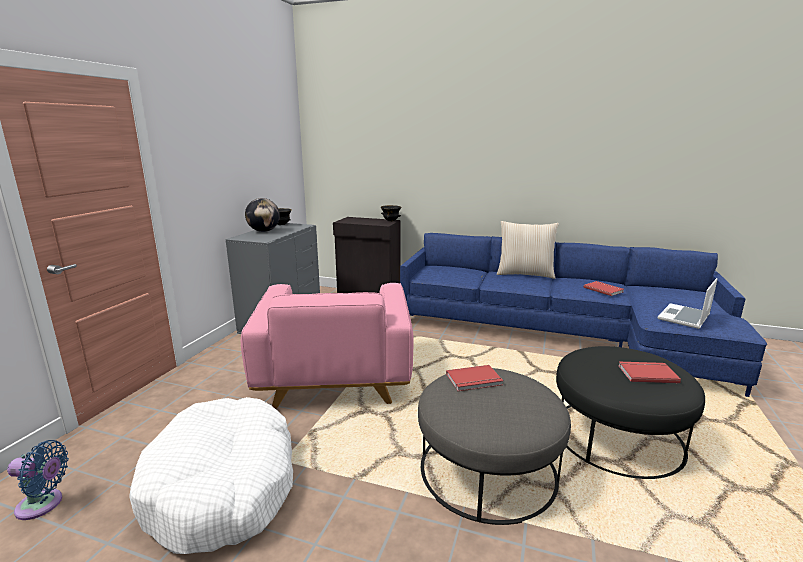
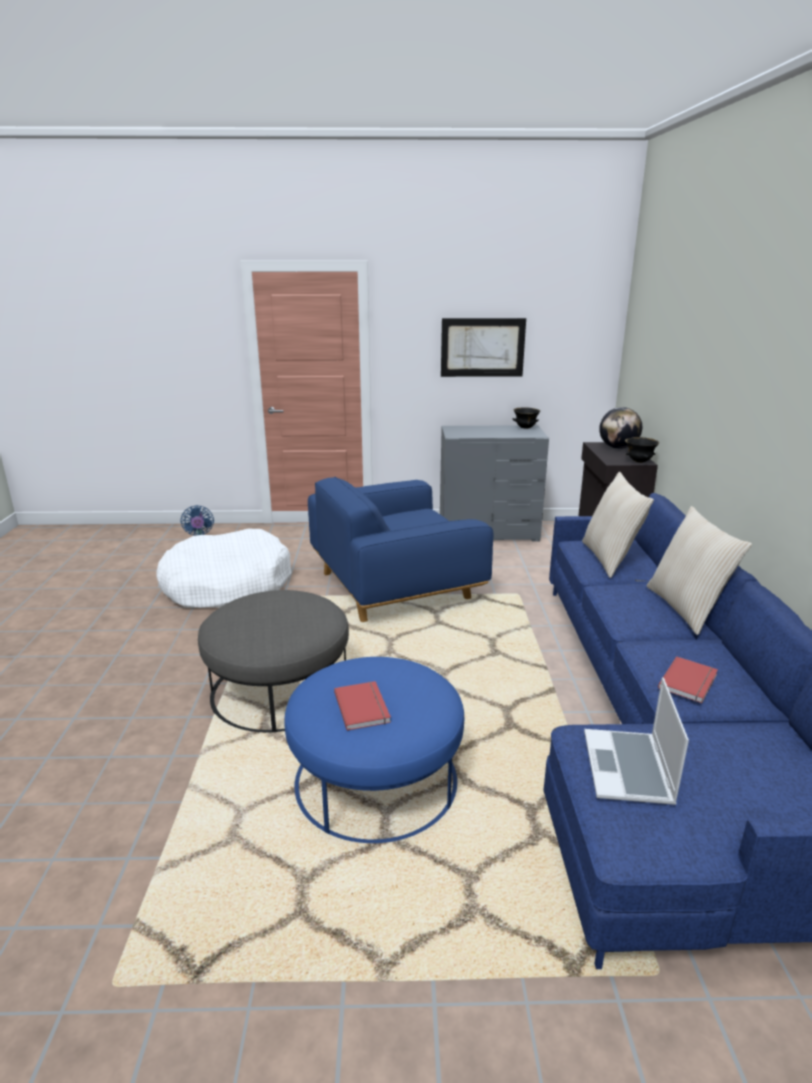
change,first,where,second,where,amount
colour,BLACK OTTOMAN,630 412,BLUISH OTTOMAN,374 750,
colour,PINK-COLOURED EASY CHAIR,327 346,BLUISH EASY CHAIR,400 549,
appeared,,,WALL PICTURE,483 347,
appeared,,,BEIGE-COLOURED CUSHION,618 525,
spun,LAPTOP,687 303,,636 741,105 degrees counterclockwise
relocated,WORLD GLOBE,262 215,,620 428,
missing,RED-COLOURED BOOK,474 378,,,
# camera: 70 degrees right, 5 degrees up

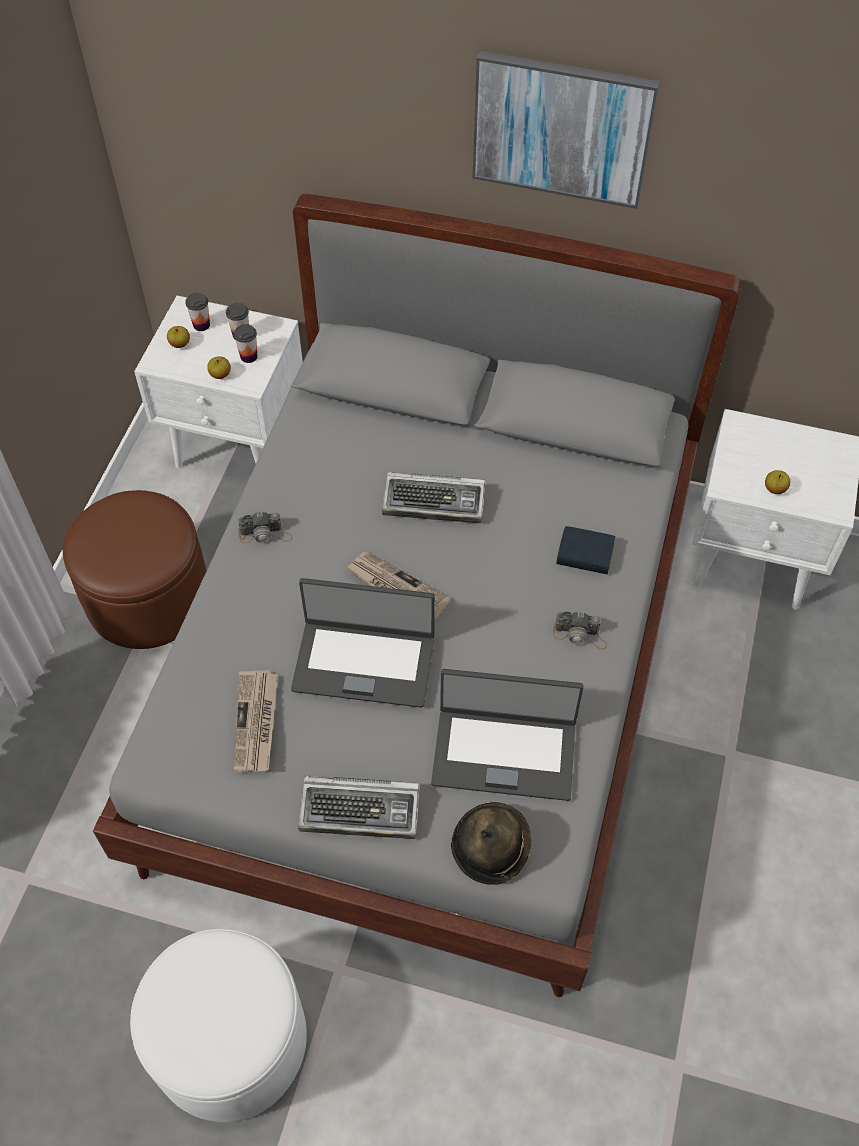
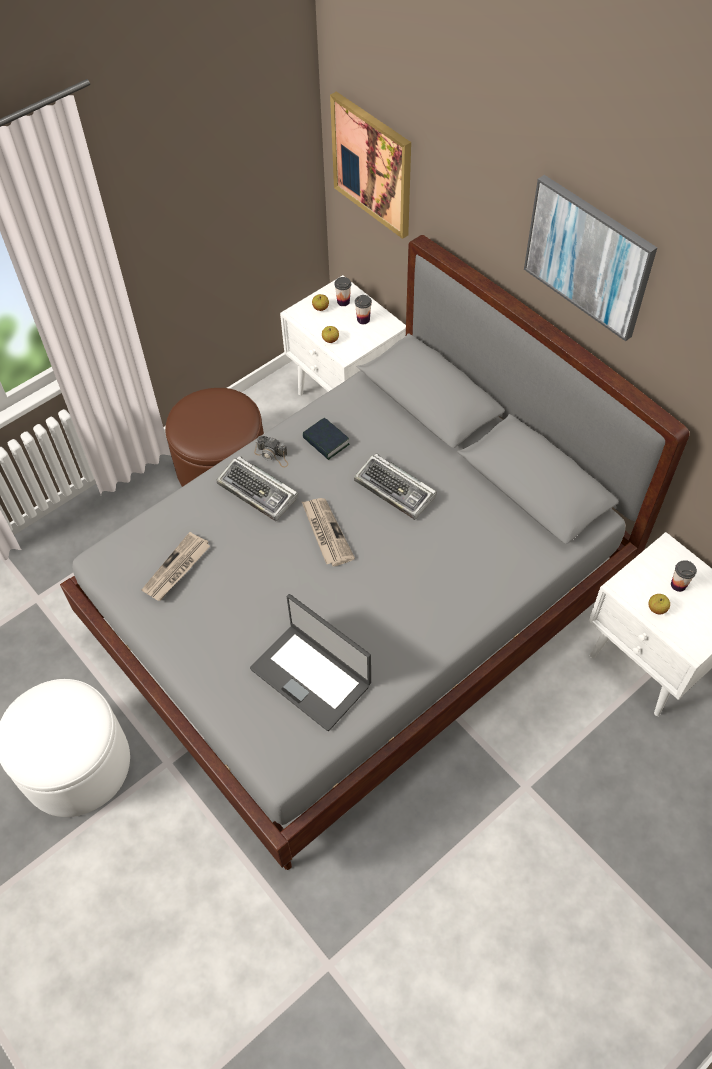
change,first,where,second,where,amount
relocated,KEYBOARD,359 807,,257 488,
relocated,BOOK,585 550,,325 439,
appeared,,,WALL PICTURE,370 165,
relocated,SMALL CUP,245 343,,684 576,
missing,LAPTOP,363 643,,,
missing,HAT,491 843,,,
missing,PHOTO CAMERA,580 631,,,
# camera: 35 degrees right, 0 degrees up

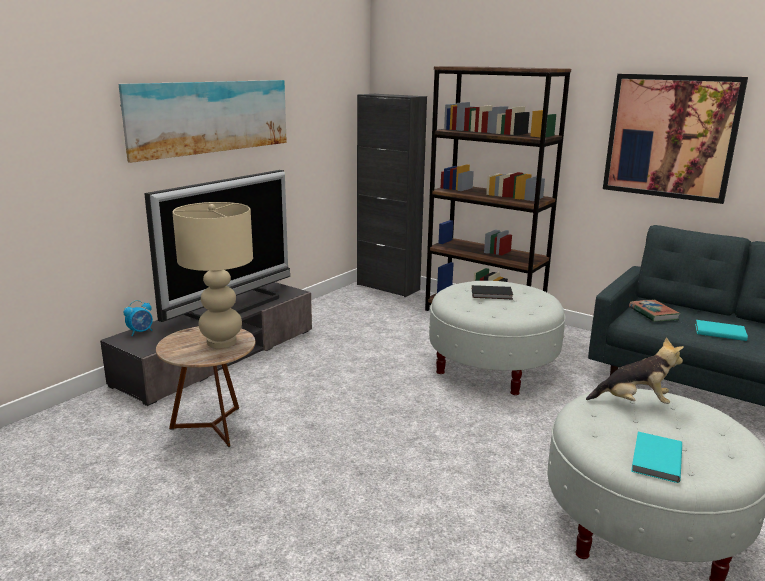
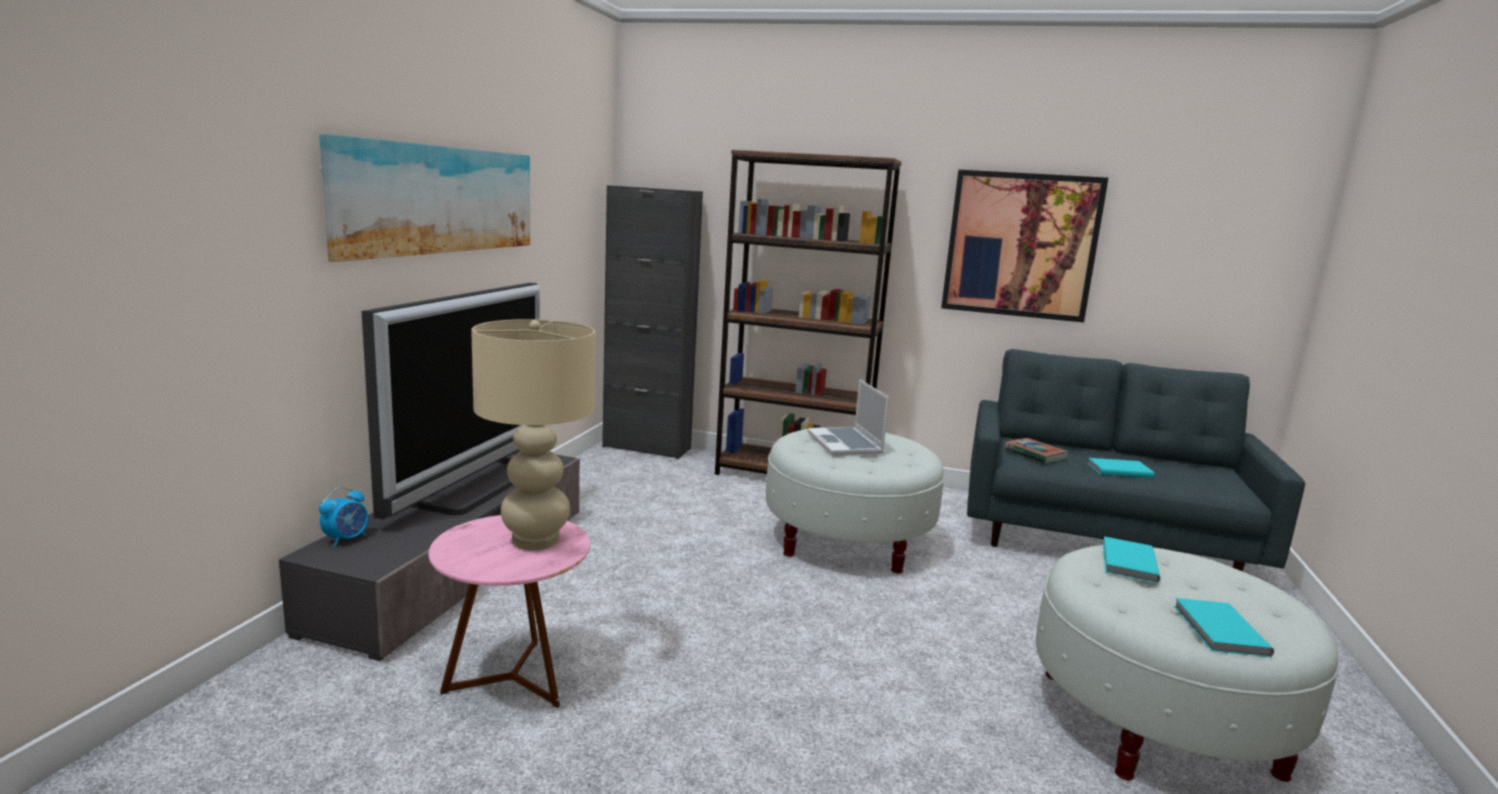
change,first,where,second,where,amount
colour,BROWN SIDE TABLE,205 386,PINK-COLOURED SIDE TABLE,509 611,
exchanged,BLACK BOOK,492 292,LAPTOP,848 417,
exchanged,SOFT TOY,635 370,BLUE-GREEN BOOK,1131 559,
# camera: 20 degrees left, 5 degrees down

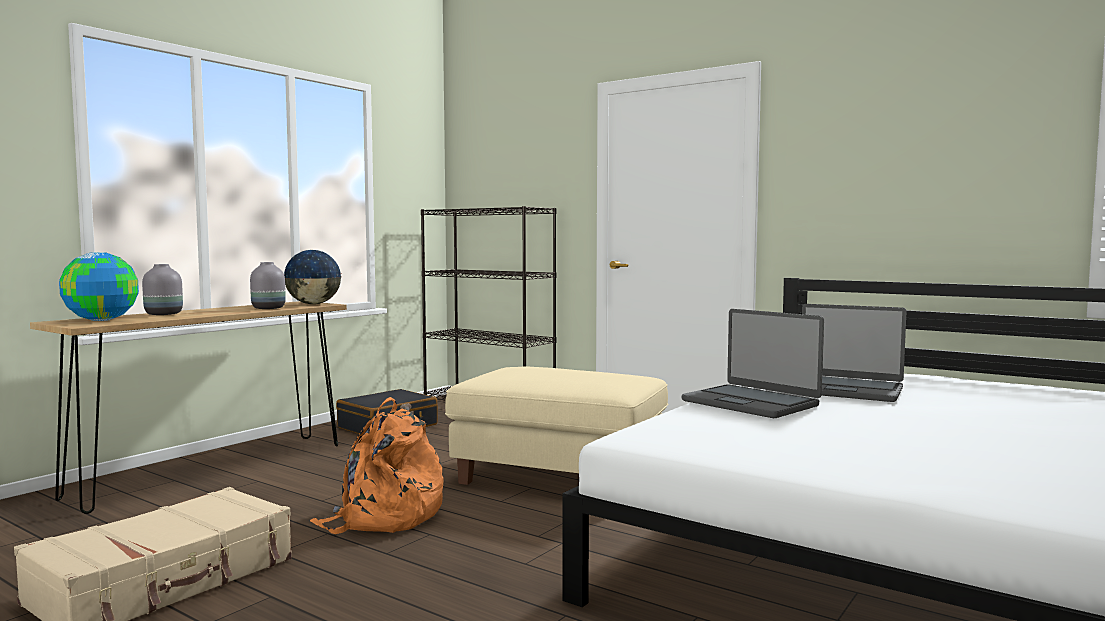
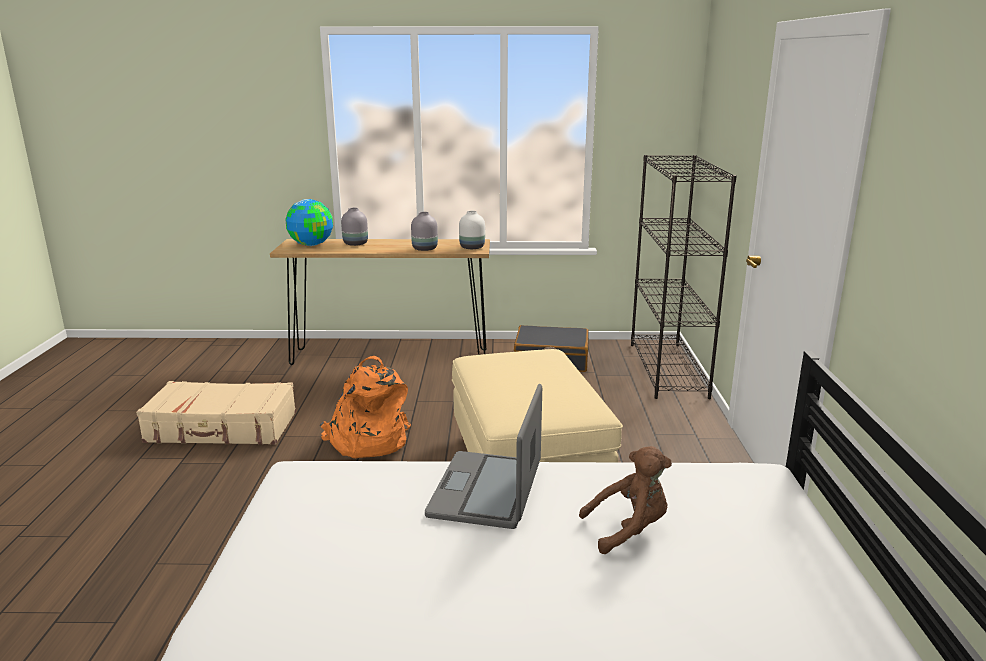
change,first,where,second,where,amount
exchanged,WORLD GLOBE,312 277,WHITE FLOWER VASE,472 230,
exchanged,LAPTOP,854 353,BROWN SOFT TOY,625 500,
# camera: 55 degrees right, 15 degrees up

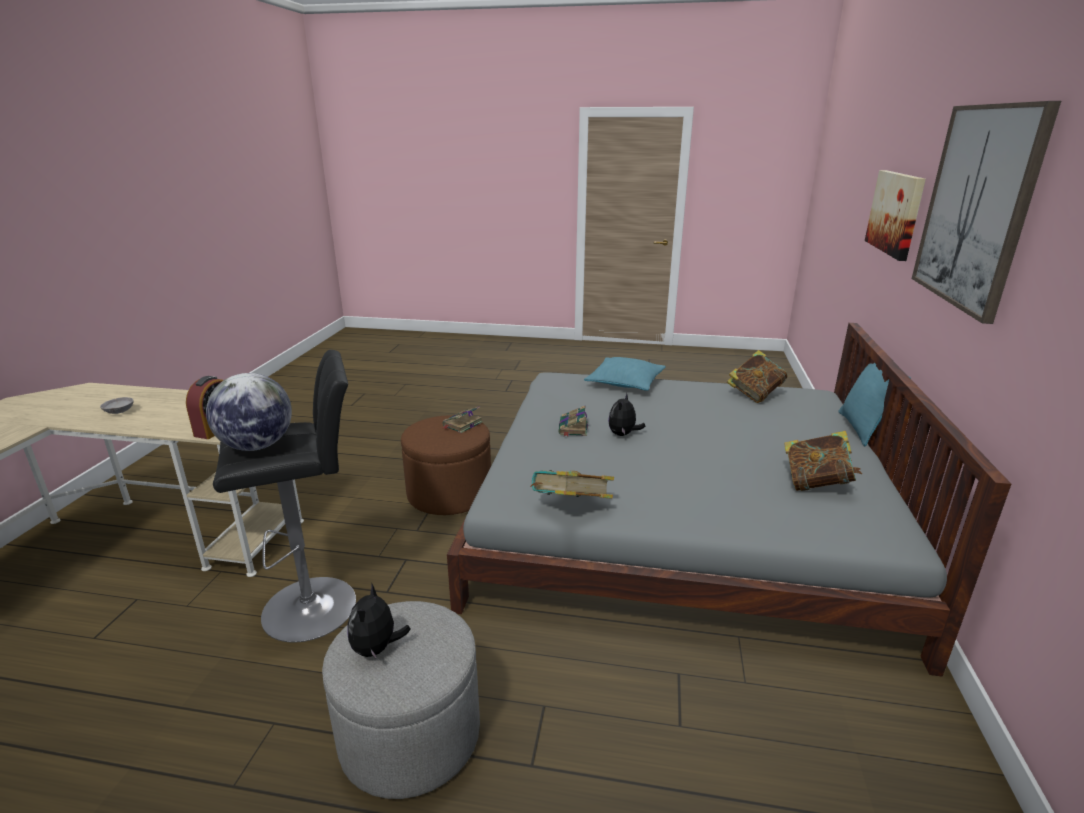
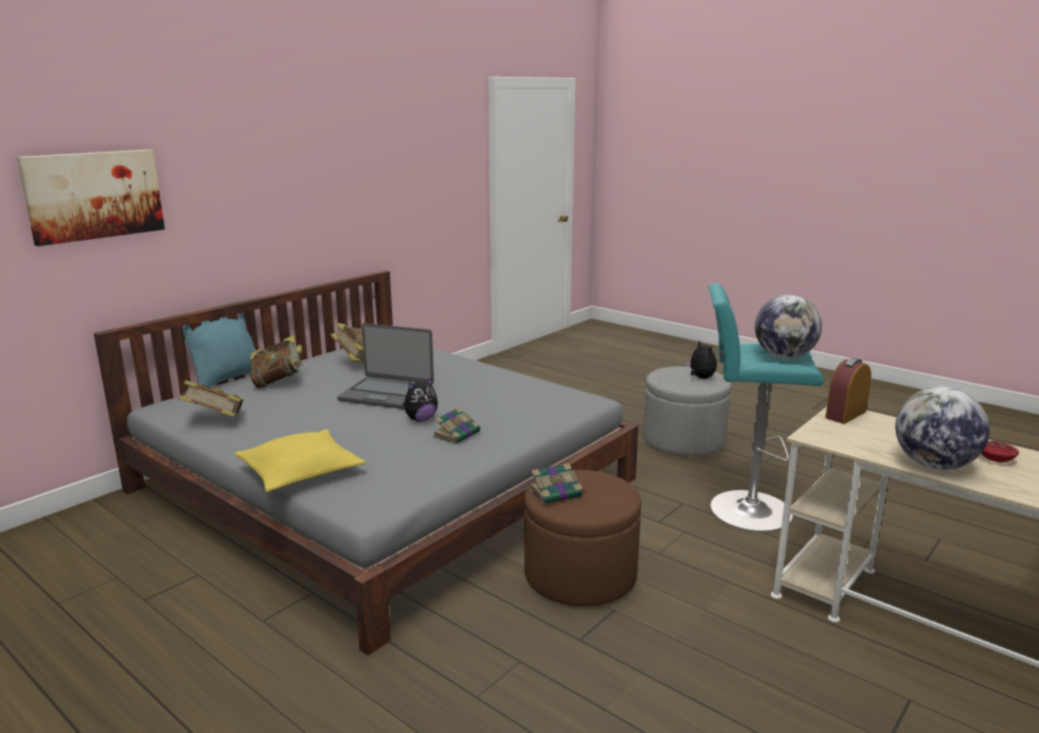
change,first,where,second,where,amount
colour,BLUE-GREEN CUSHION,625 374,YELLOW CUSHION,300 460,
relocated,BOOK,572 484,,276 362,
appeared,,,LAPTOP,385 366,
spun,SOFT TOY,379 621,,701 359,60 degrees counterclockwise
colour,BLACK SITTING STOOL,284 496,BLUE-GREEN SITTING STOOL,766 407,
appeared,,,WORLD GLOBE,942 428,
colour,GREYISH SERVING BOWL,117 405,RED-COLOURED SERVING BOWL,1000 451,
missing,WALL PICTURE,986 212,,,
# camera: 150 degrees left, 5 degrees down

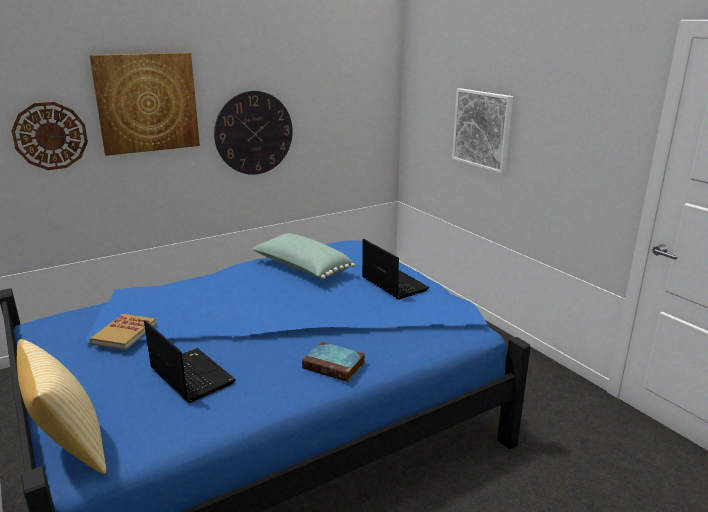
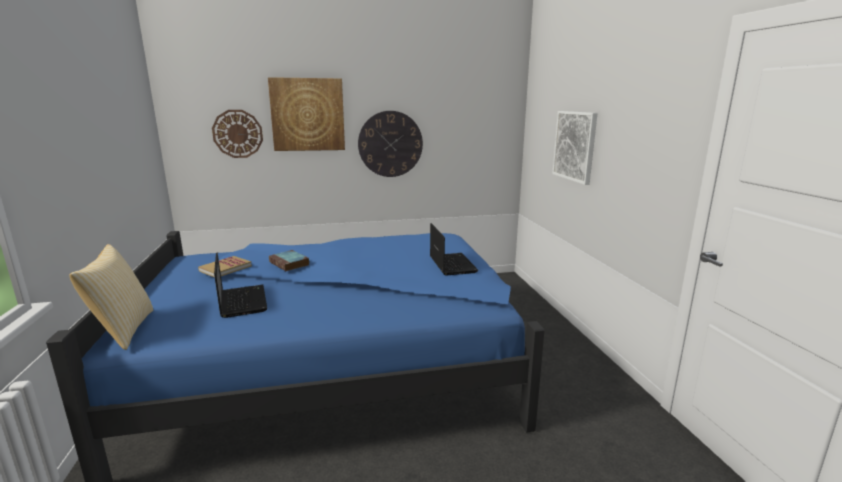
change,first,where,second,where,amount
relocated,BOOK,333 362,,289 260,
missing,GREEN-COLOURED CUSHION,303 256,,,
# camera: 20 degrees right, 5 degrees down

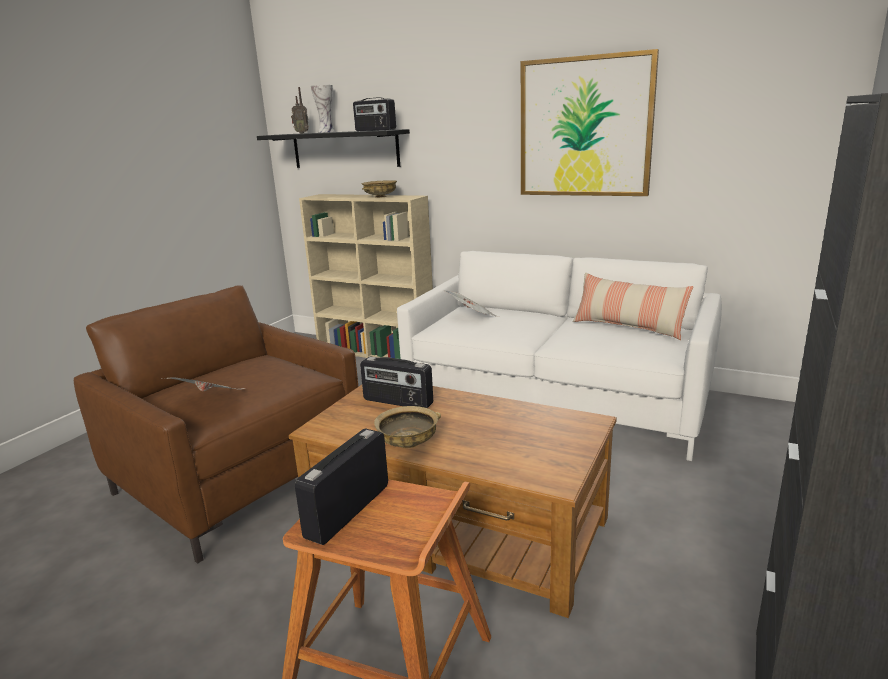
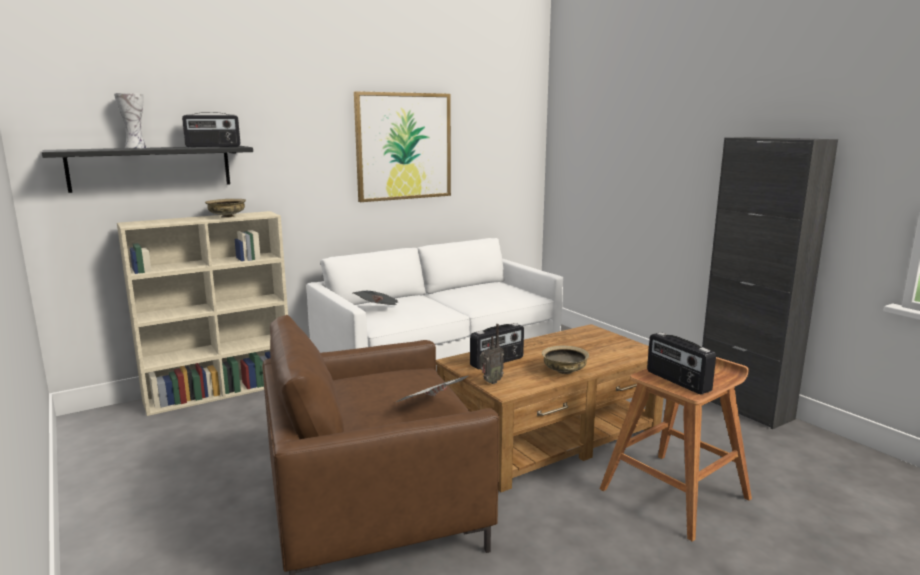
change,first,where,second,where,amount
relocated,RADIO RECEIVER,300 110,,491 354,
missing,CUSHION,633 306,,,
# camera: 60 degrees left, 5 degrees down

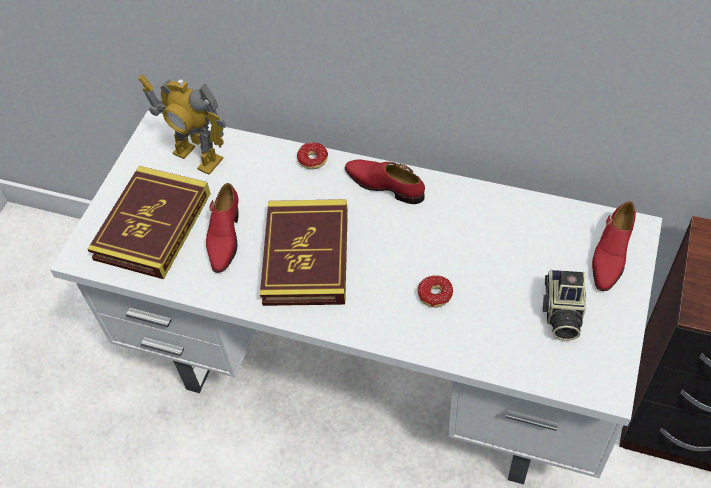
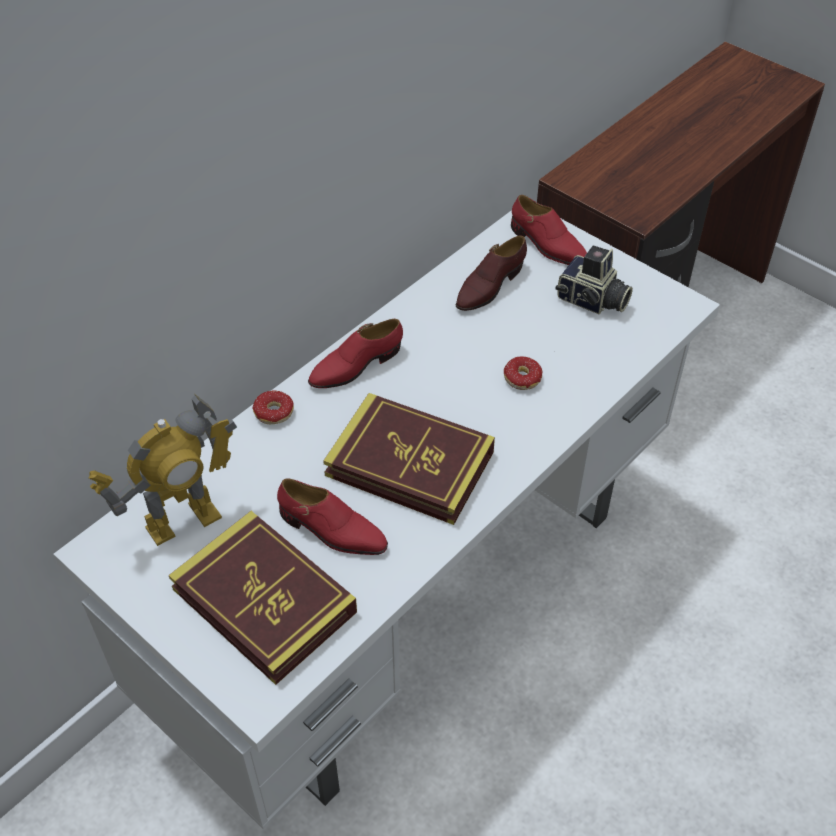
change,first,where,second,where,amount
appeared,,,BROWN ITEM OF FOOTWEAR,491 273,
# camera: 70 degrees left, 5 degrees down

